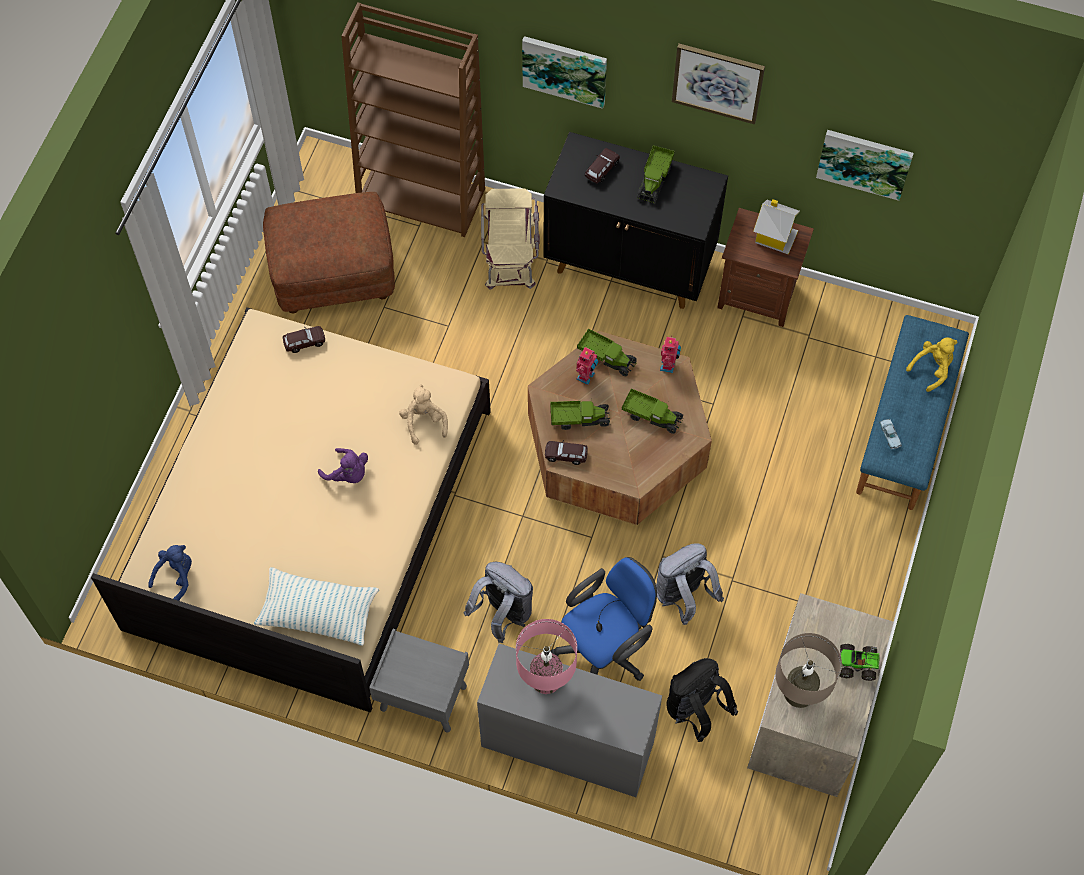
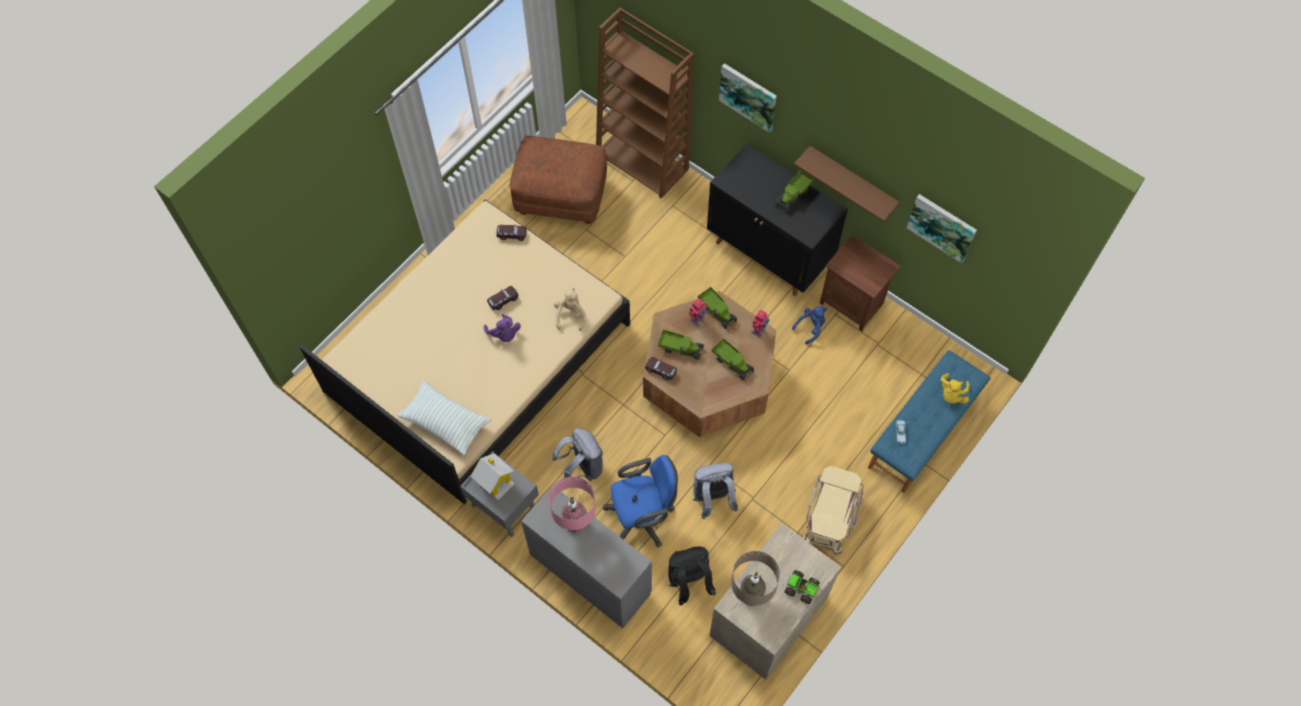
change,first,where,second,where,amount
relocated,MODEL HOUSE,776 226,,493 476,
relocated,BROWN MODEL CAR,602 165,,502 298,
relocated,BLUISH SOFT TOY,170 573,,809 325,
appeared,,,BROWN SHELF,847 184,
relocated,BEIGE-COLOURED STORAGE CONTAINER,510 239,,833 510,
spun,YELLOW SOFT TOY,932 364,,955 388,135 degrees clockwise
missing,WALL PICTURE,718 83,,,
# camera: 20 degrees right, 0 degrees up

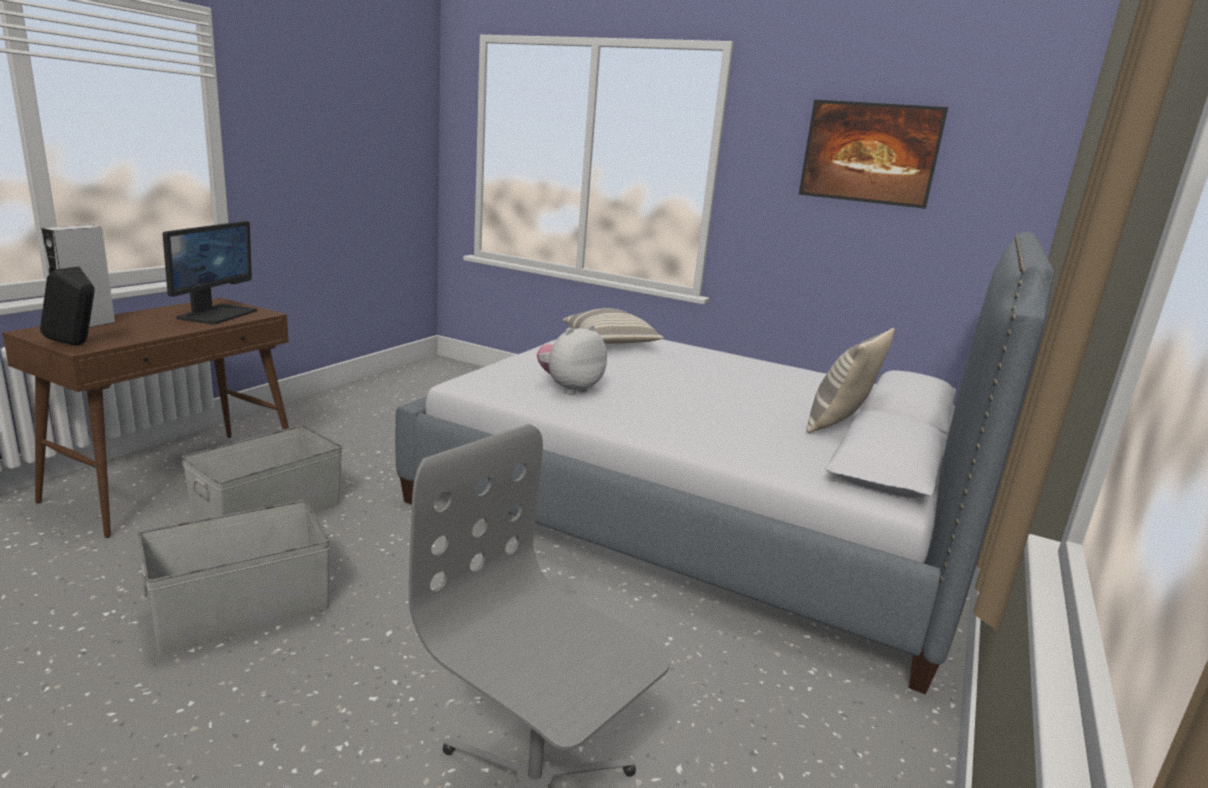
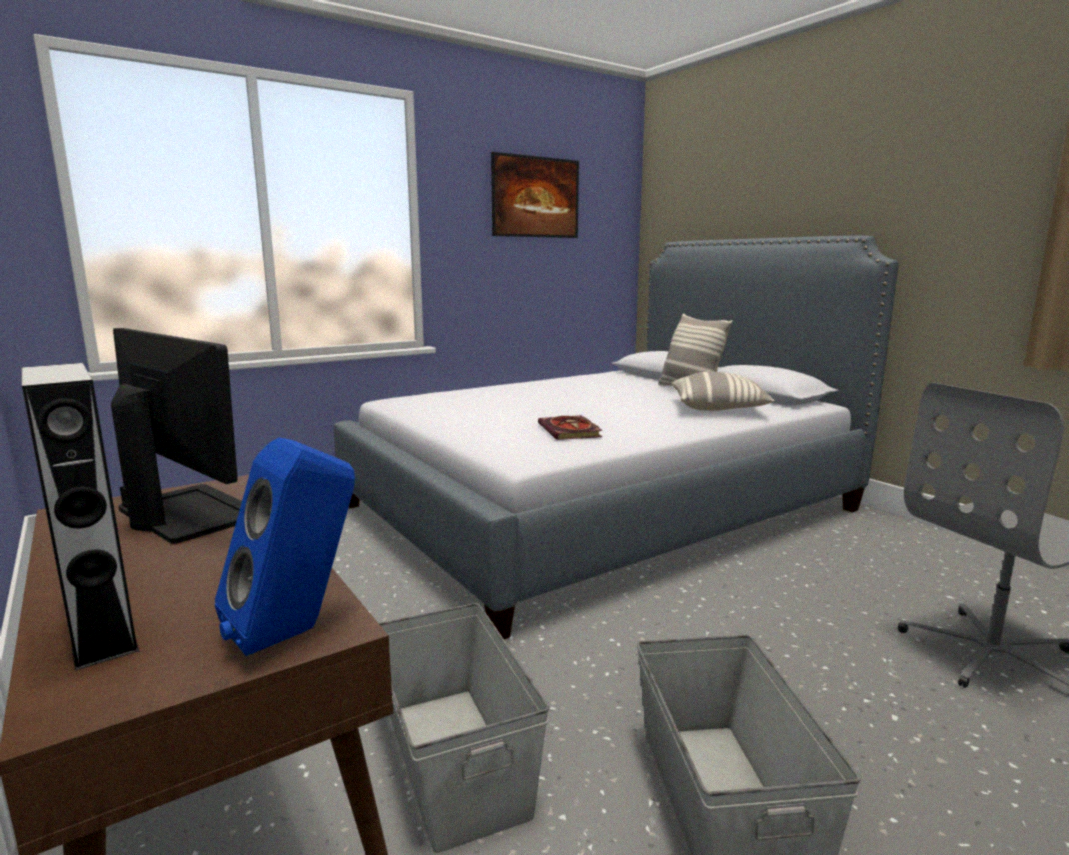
change,first,where,second,where,amount
colour,BLACK AUDIO SPEAKER,67 306,BLUISH AUDIO SPEAKER,285 546,
exchanged,SOFT TOY,572 359,BOOK,570 427,
relocated,CUSHION,613 326,,723 391,
# camera: 60 degrees left, 5 degrees down

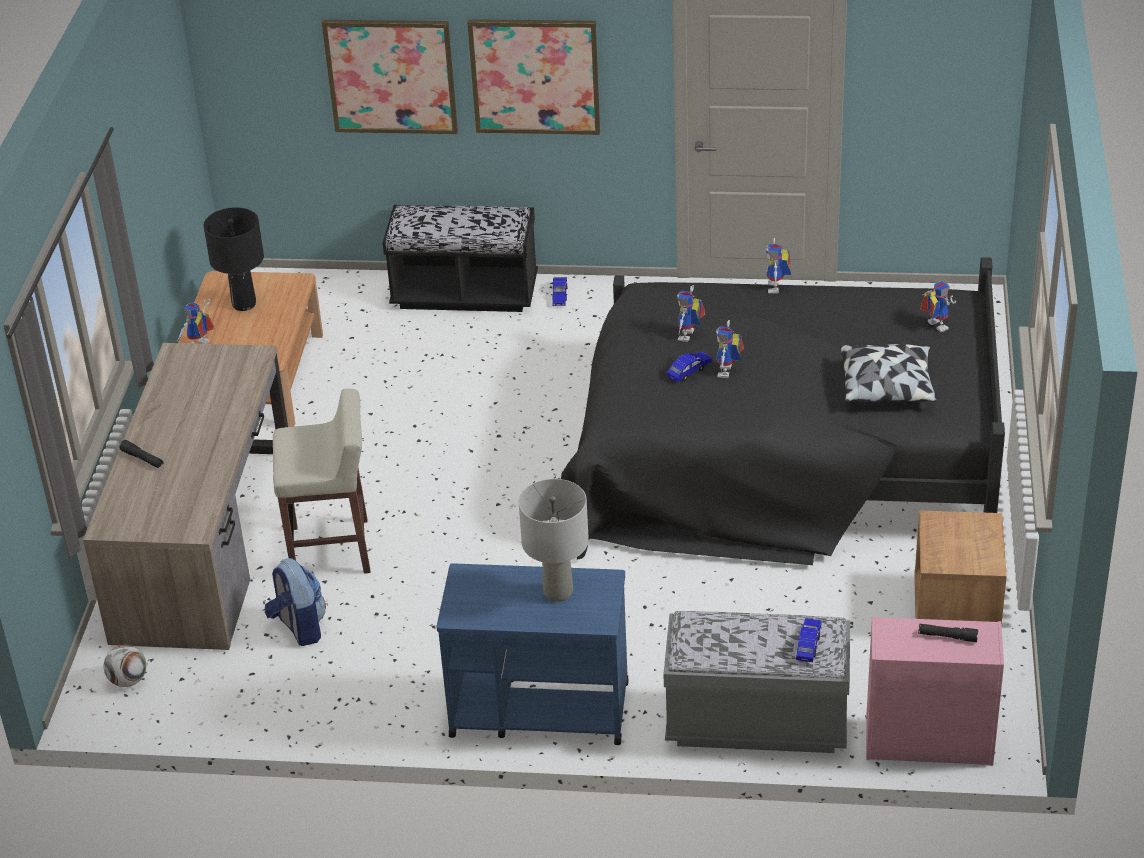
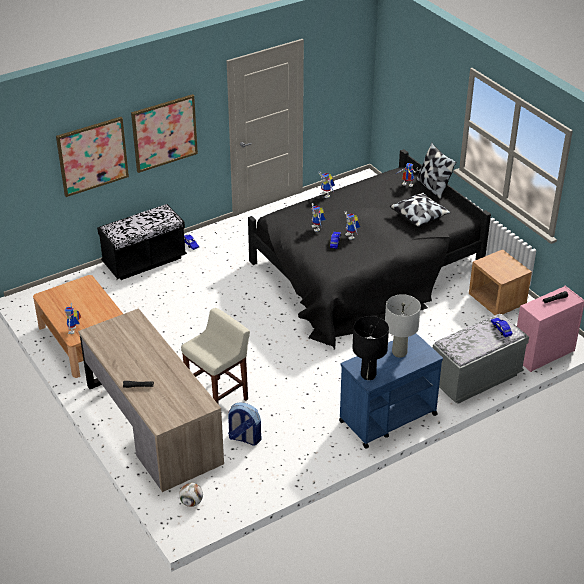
change,first,where,second,where,amount
relocated,BLACK LAMP FOR A TABLE,233 259,,371 348,
appeared,,,CUSHION,436 170,
# camera: 40 degrees left, 0 degrees up

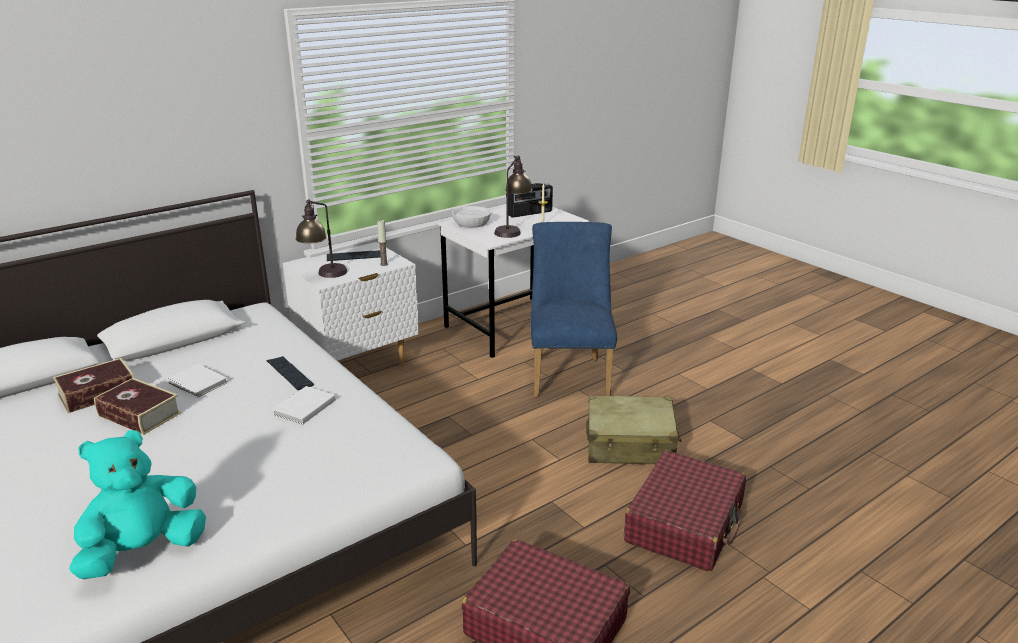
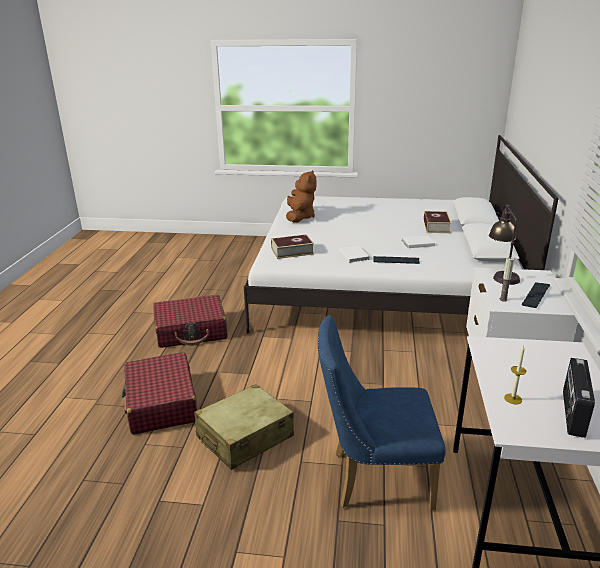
change,first,where,second,where,amount
relocated,BOOK,138 406,,292 247,
colour,BLUE-GREEN SOFT TOY,137 504,BROWN SOFT TOY,301 196,
spun,BLUISH PLAIN CHAIR,574 310,,382 412,135 degrees clockwise
missing,WHITE SERVING BOWL,471 217,,,
missing,LAMP FOR A TABLE,513 196,,,
# camera: 135 degrees right, 0 degrees up

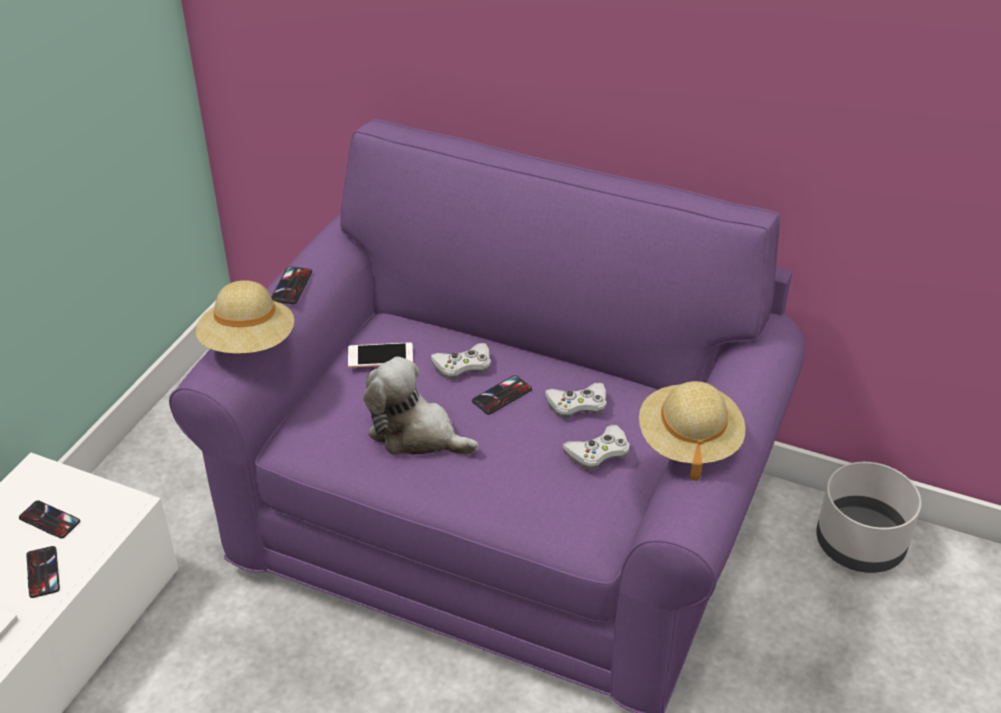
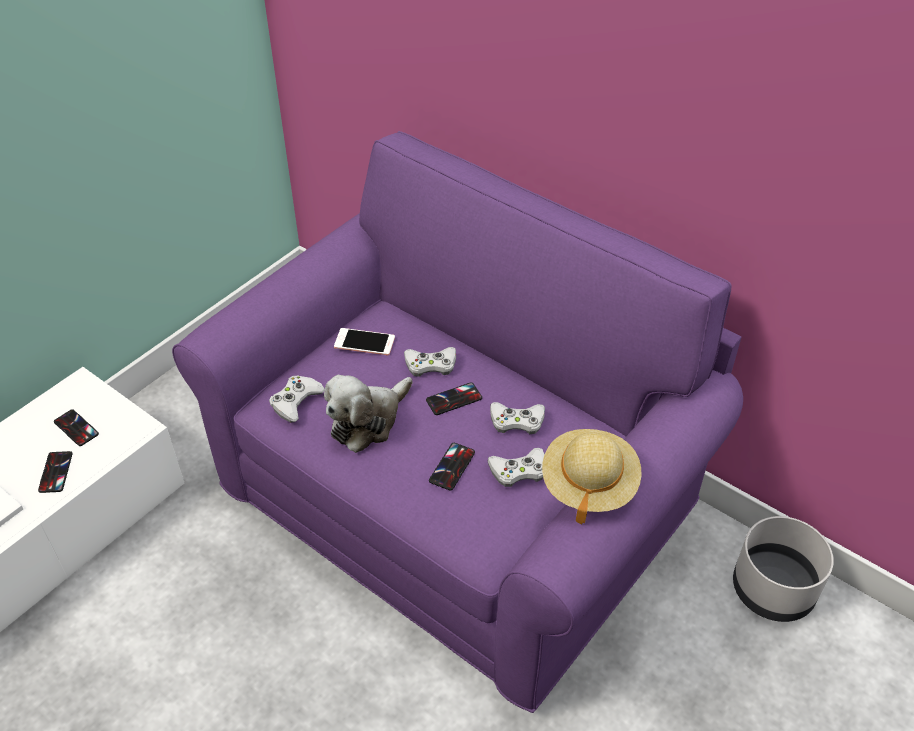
change,first,where,second,where,amount
appeared,,,WHITE GAME CONTROLLER,297 399,
spun,SOFT TOY,421 406,,368 414,90 degrees counterclockwise
relocated,PHONE,291 285,,452 467,
missing,BEIGE-COLOURED HAT,245 317,,,
# camera: 15 degrees right, 5 degrees up

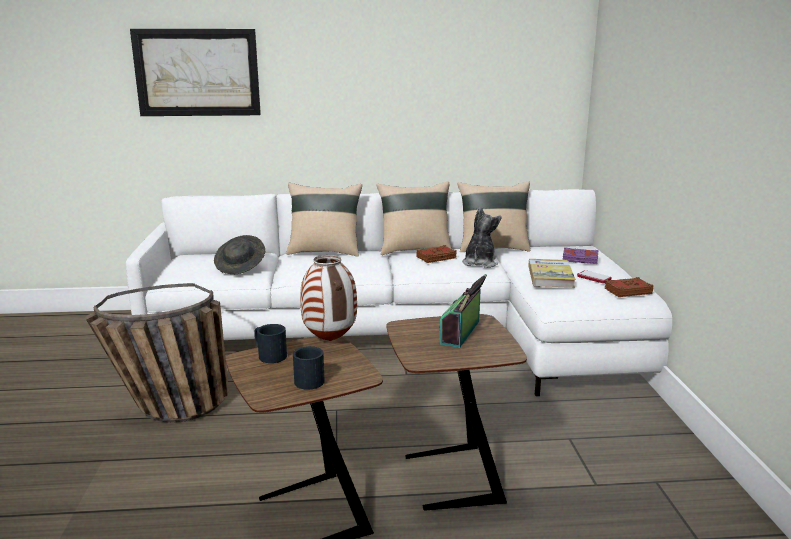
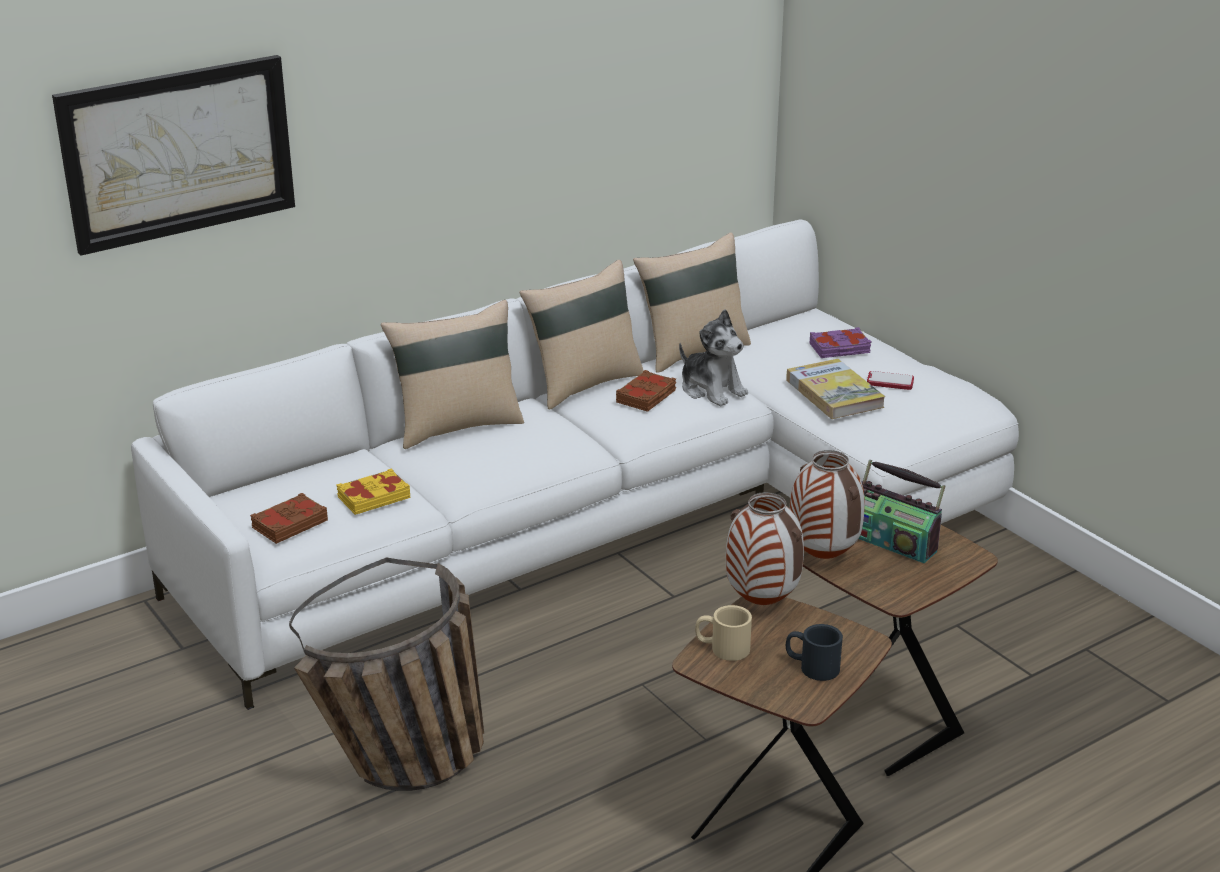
change,first,where,second,where,amount
relocated,BROWN BOOK,629 287,,289 518,
exchanged,GREYISH HAT,239 254,YELLOW BOOK,373 491,
spun,SOFT TOY,481 237,,713 357,150 degrees clockwise
colour,BLACK COFFEE MUG,270 343,BEIGE-COLOURED COFFEE MUG,723 633,
appeared,,,FLOWER VASE,827 504,
spun,RADIO RECEIVER,463 311,,902 511,45 degrees counterclockwise
# camera: 30 degrees left, 10 degrees up

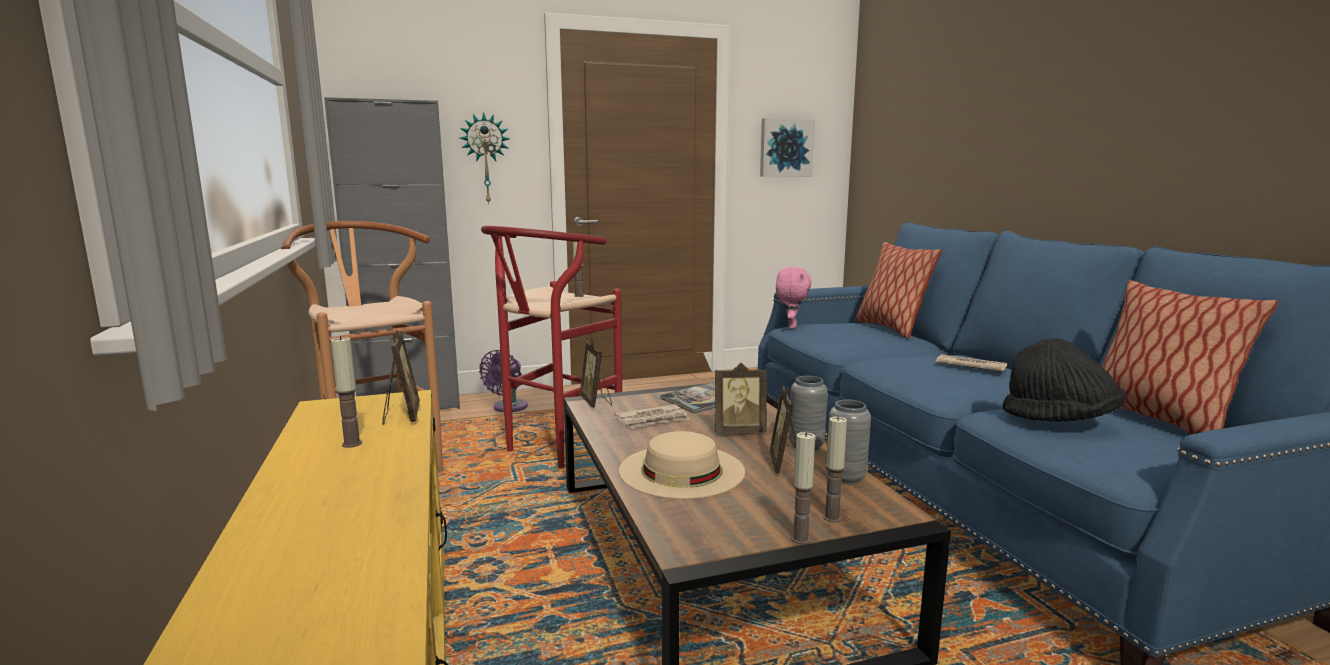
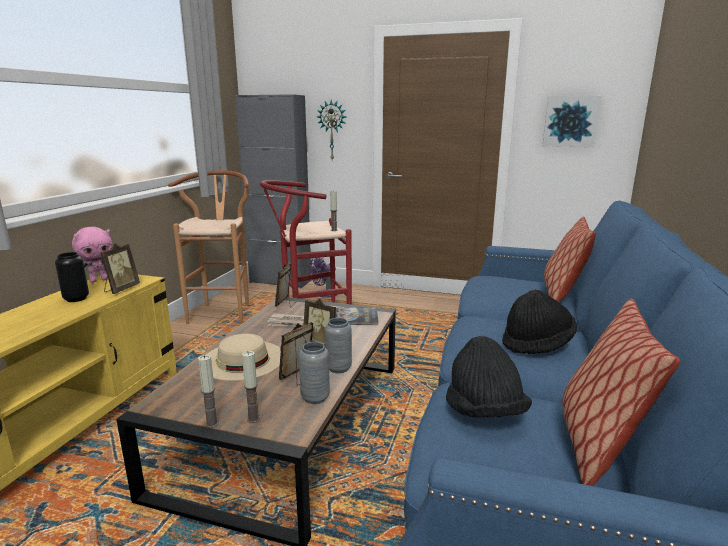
change,first,where,second,where,amount
exchanged,WAX LIGHT,346 392,BLACK FLOWER VASE,72 277,
relocated,PINK-COLOURED SOFT TOY,794 298,,92 255,
exchanged,PRINTED PAPER,971 363,BLACK HAT,539 322,
# camera: 35 degrees right, 5 degrees up

